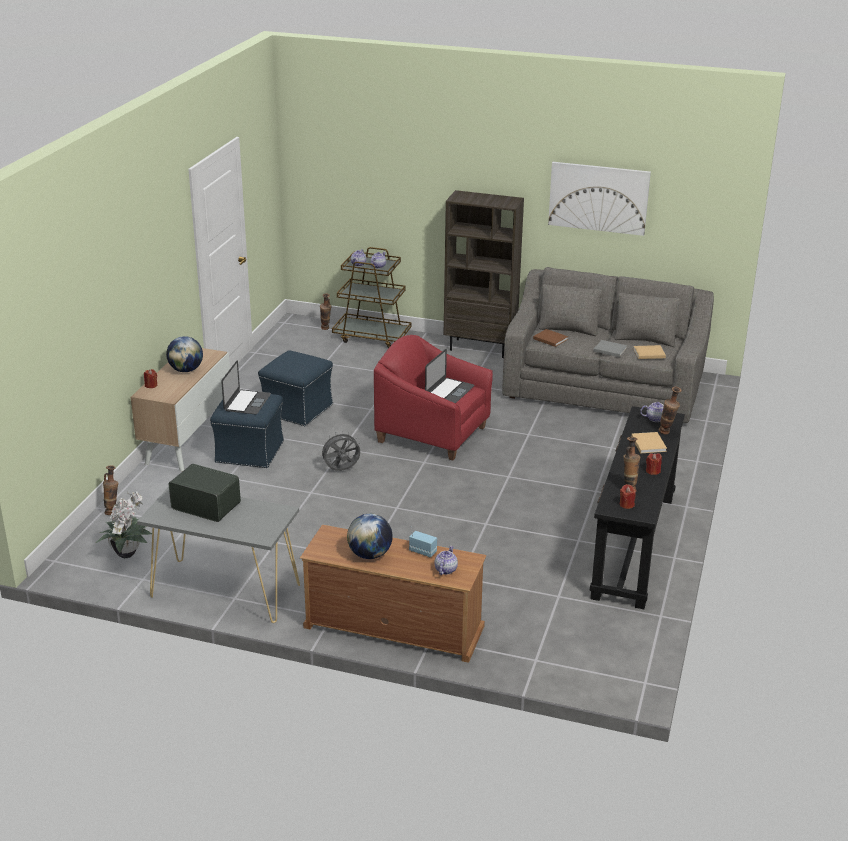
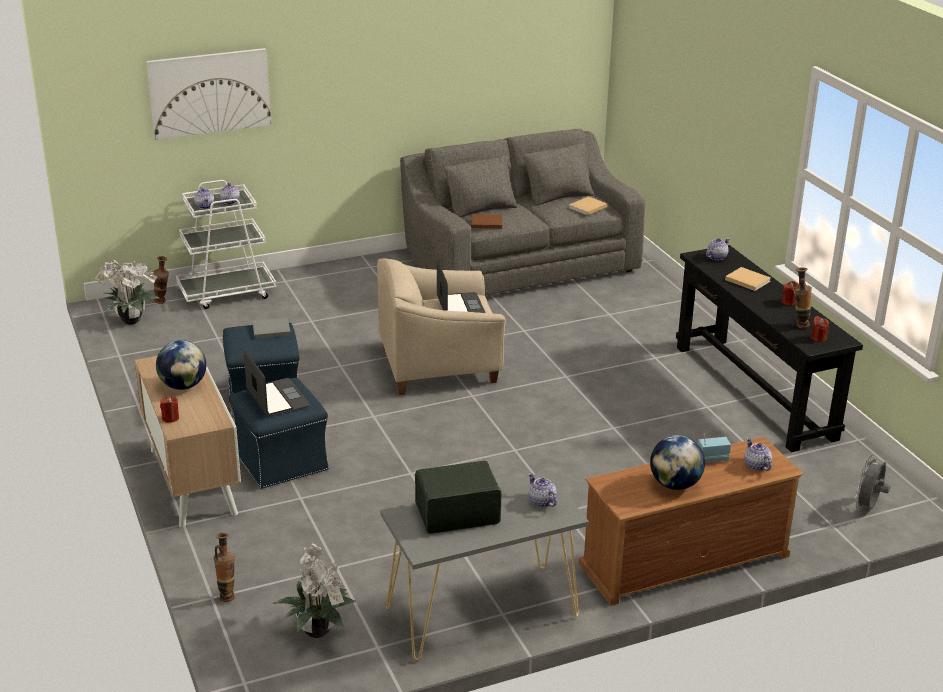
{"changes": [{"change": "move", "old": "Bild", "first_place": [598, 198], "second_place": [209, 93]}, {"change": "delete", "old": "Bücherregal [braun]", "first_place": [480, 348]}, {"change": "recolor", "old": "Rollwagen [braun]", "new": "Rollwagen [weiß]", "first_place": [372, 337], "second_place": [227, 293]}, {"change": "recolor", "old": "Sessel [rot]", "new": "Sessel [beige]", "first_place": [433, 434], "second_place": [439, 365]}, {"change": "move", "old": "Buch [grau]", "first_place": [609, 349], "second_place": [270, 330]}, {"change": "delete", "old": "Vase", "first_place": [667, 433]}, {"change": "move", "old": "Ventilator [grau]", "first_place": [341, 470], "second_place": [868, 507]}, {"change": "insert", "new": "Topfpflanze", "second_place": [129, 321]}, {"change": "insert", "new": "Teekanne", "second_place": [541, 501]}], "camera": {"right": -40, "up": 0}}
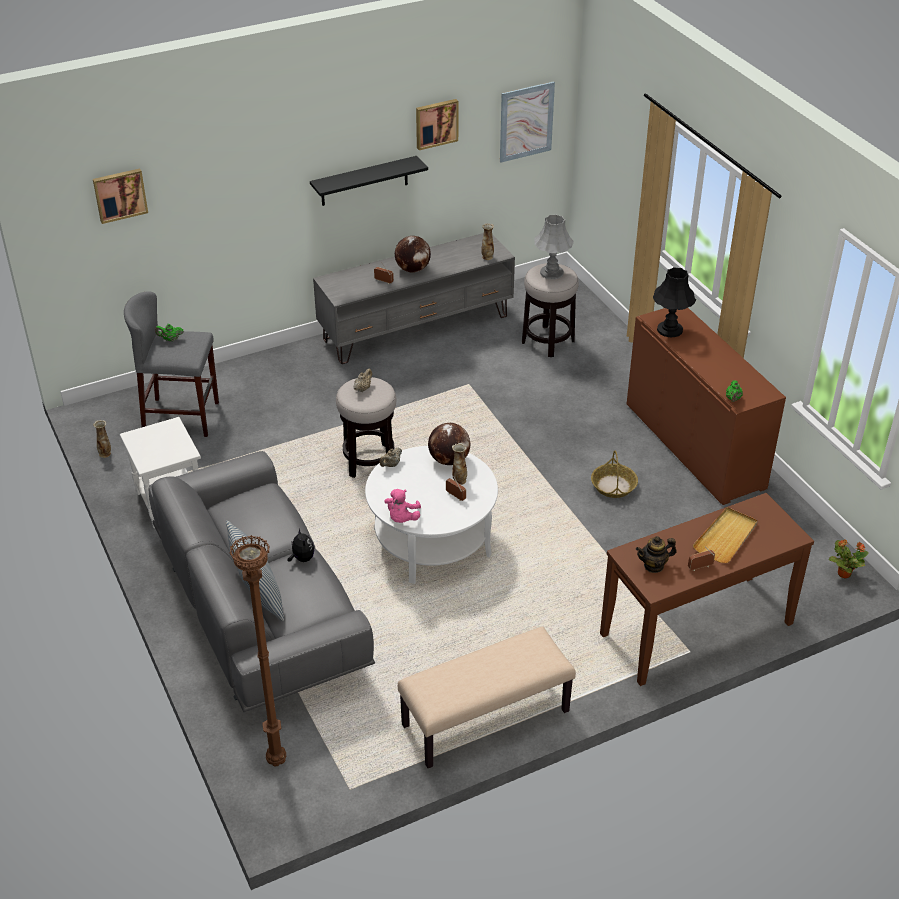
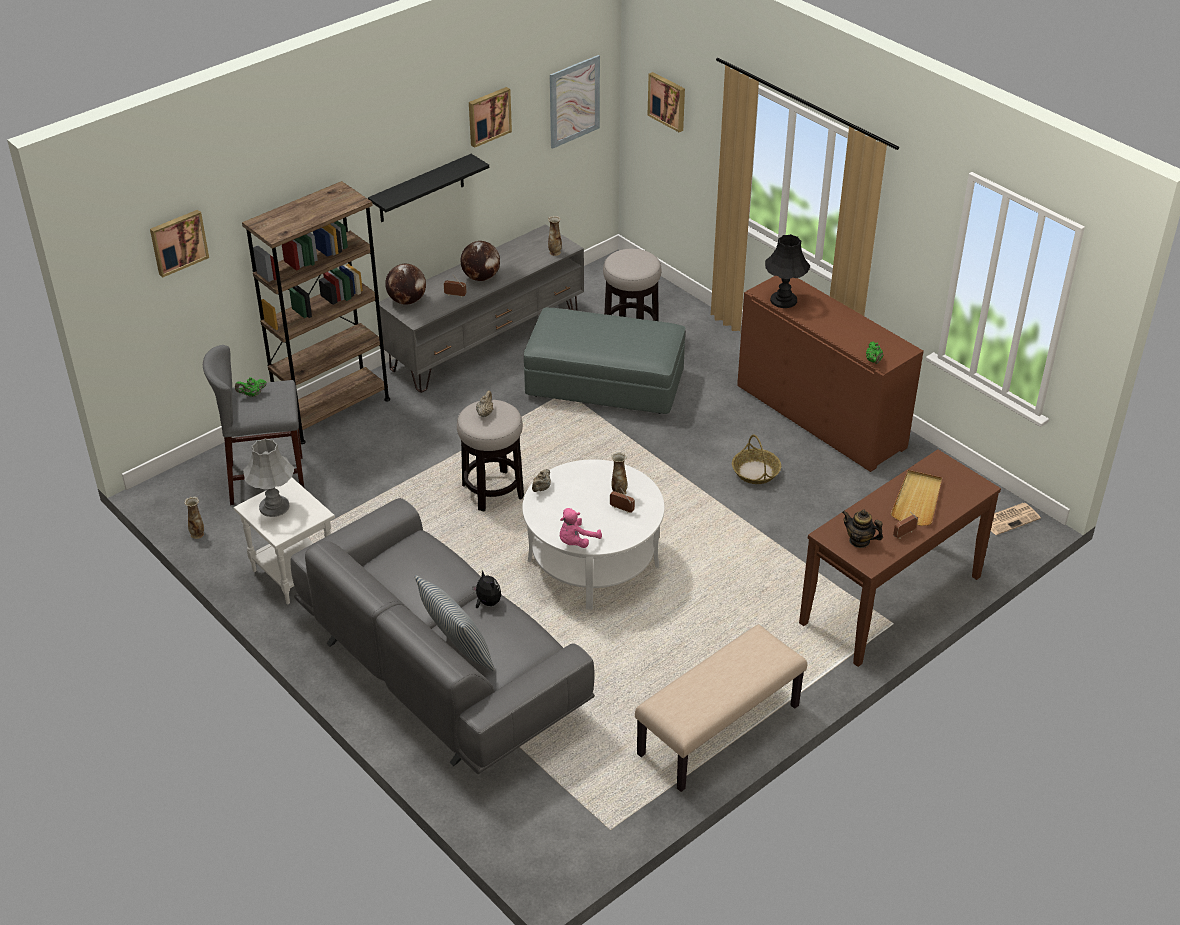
{"changes": [{"change": "move", "old": "Tischlampe [grau]", "first_place": [552, 273], "second_place": [274, 507]}, {"change": "move", "old": "Globus", "first_place": [449, 460], "second_place": [407, 300]}, {"change": "rotate", "old": "Plüschtier [rosa]", "first_place": [402, 518], "second_place": [576, 542], "degrees": 45}, {"change": "delete", "old": "Stehlampe [braun]", "first_place": [276, 760]}, {"change": "rotate", "old": "Teekanne", "first_place": [654, 566], "second_place": [859, 541], "degrees": 60}, {"change": "replace", "old": "Topfpflanze", "new": "Zeitung", "first_place": [843, 573], "second_place": [1010, 518]}, {"change": "insert", "new": "Bild", "second_place": [668, 101]}, {"change": "insert", "new": "Bücherregal [braun]", "second_place": [333, 410]}, {"change": "insert", "new": "Polsterhocker [grau]", "second_place": [605, 384]}], "camera": {"right": -15, "up": 0}}
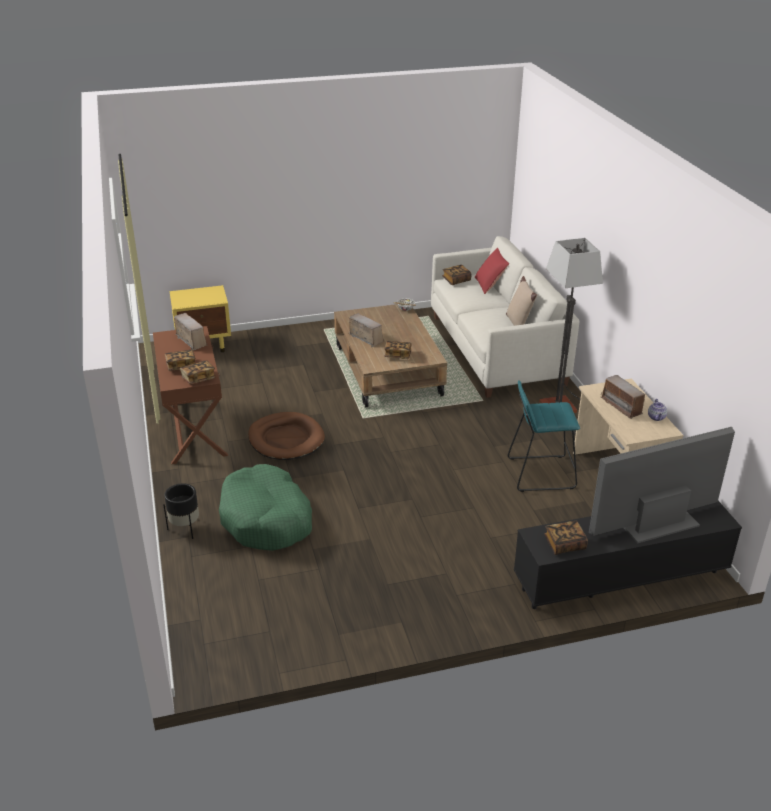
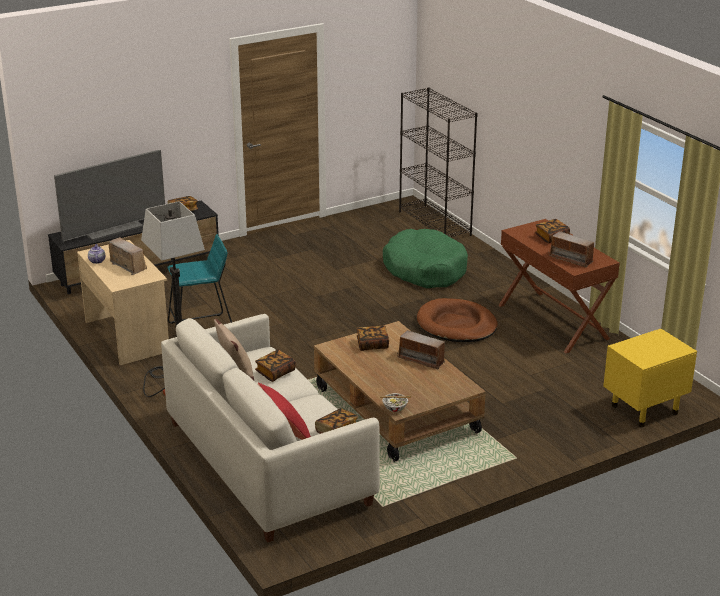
{"changes": [{"change": "move", "old": "Buch", "first_place": [198, 378], "second_place": [275, 372]}, {"change": "delete", "old": "Pflanzkübel [schwarz]", "first_place": [185, 528]}, {"change": "insert", "new": "Bücherregal [schwarz]", "second_place": [435, 223]}], "camera": {"right": 165, "up": -5}}
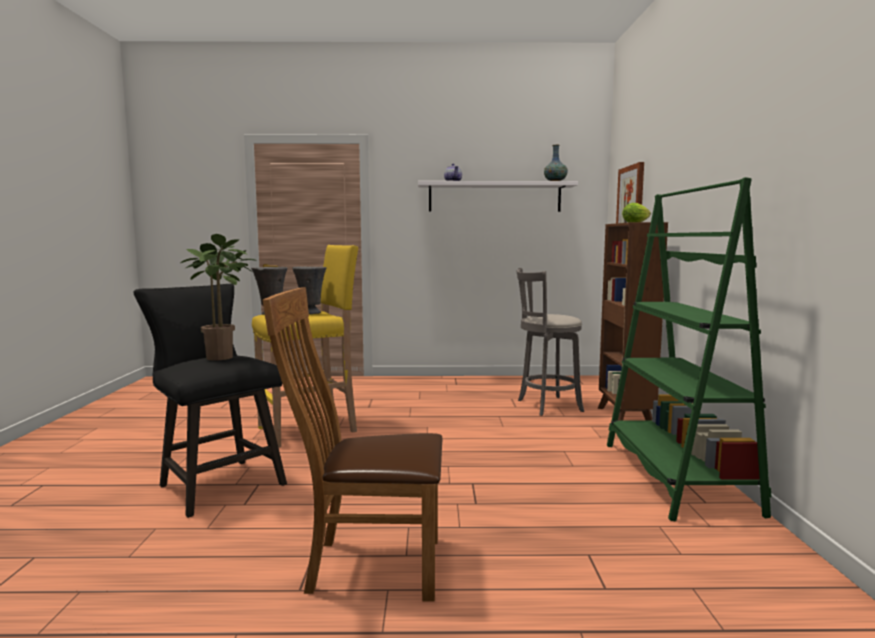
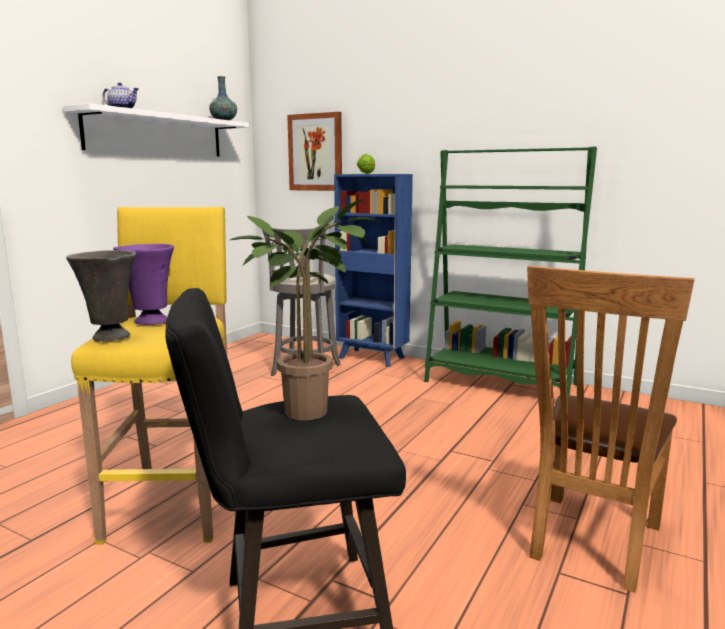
{"changes": [{"change": "recolor", "old": "Bücherregal [braun]", "new": "Bücherregal [blau]", "first_place": [624, 417], "second_place": [372, 358]}, {"change": "recolor", "old": "Vase [grau]", "new": "Vase [lila]", "first_place": [310, 313], "second_place": [150, 322]}], "camera": {"right": -60, "up": 5}}
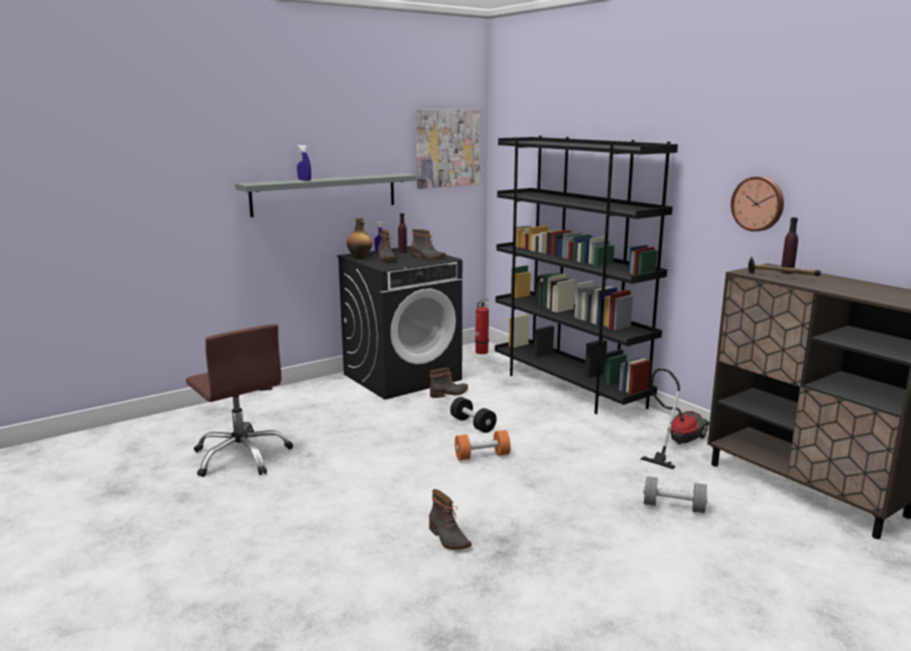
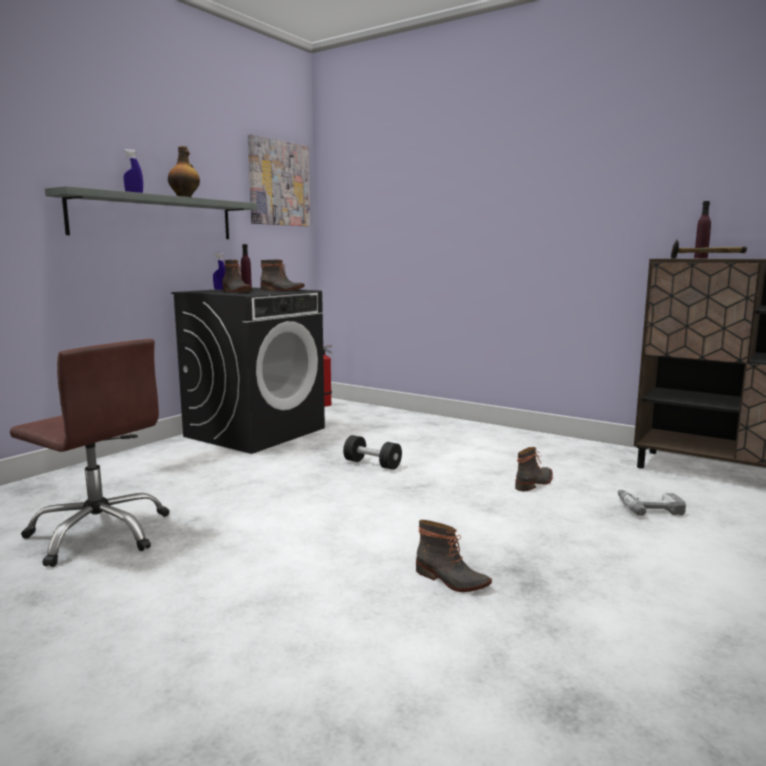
{"changes": [{"change": "delete", "old": "Bücherregal [schwarz]", "first_place": [569, 388]}, {"change": "delete", "old": "Wanduhr", "first_place": [758, 203]}, {"change": "move", "old": "Flasche", "first_place": [360, 257], "second_place": [185, 197]}, {"change": "move", "old": "Stiefel", "first_place": [449, 393], "second_place": [534, 483]}, {"change": "delete", "old": "Staubsauger", "first_place": [676, 442]}, {"change": "delete", "old": "Hantel [orange]", "first_place": [482, 456]}, {"change": "replace", "old": "Hantel [grau]", "new": "Bohrmaschine", "first_place": [673, 507], "second_place": [648, 507]}], "camera": {"right": -20, "up": -5}}
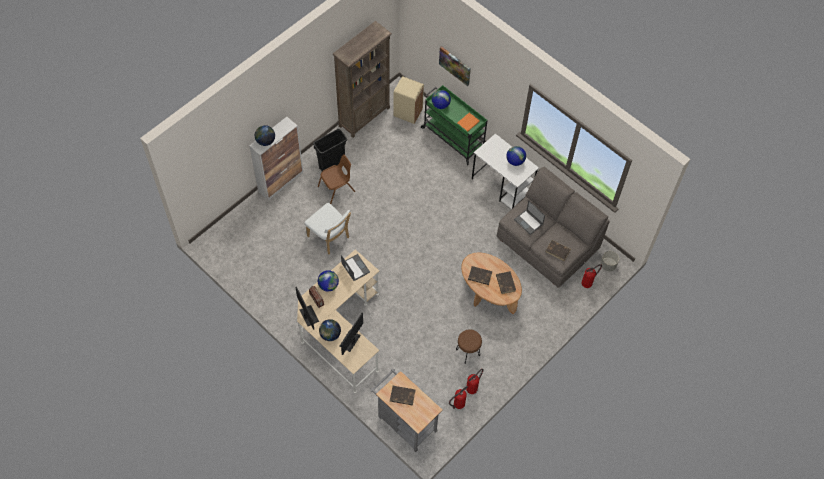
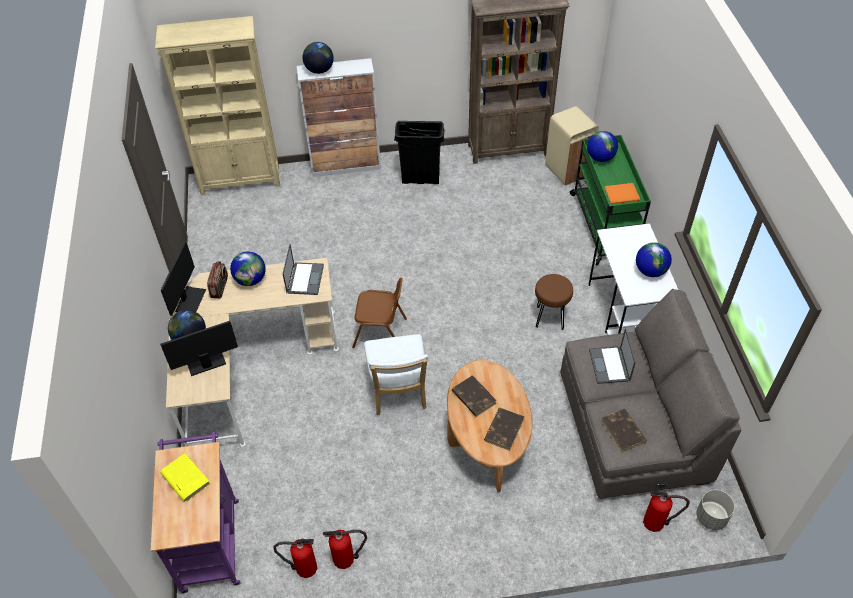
{"changes": [{"change": "delete", "old": "Bild", "first_place": [455, 65]}, {"change": "move", "old": "Stuhl [braun]", "first_place": [337, 189], "second_place": [380, 333]}, {"change": "move", "old": "Stuhl [weiß]", "first_place": [329, 238], "second_place": [398, 393]}, {"change": "move", "old": "Hocker [braun]", "first_place": [467, 352], "second_place": [549, 317]}, {"change": "recolor", "old": "Rollwagen [grau]", "new": "Rollwagen [lila]", "first_place": [404, 422], "second_place": [210, 539]}, {"change": "recolor", "old": "Buch [braun]", "new": "Buch [gelb]", "first_place": [402, 396], "second_place": [185, 478]}, {"change": "insert", "new": "Bücherregal [beige]", "second_place": [241, 180]}], "camera": {"right": 40, "up": -10}}
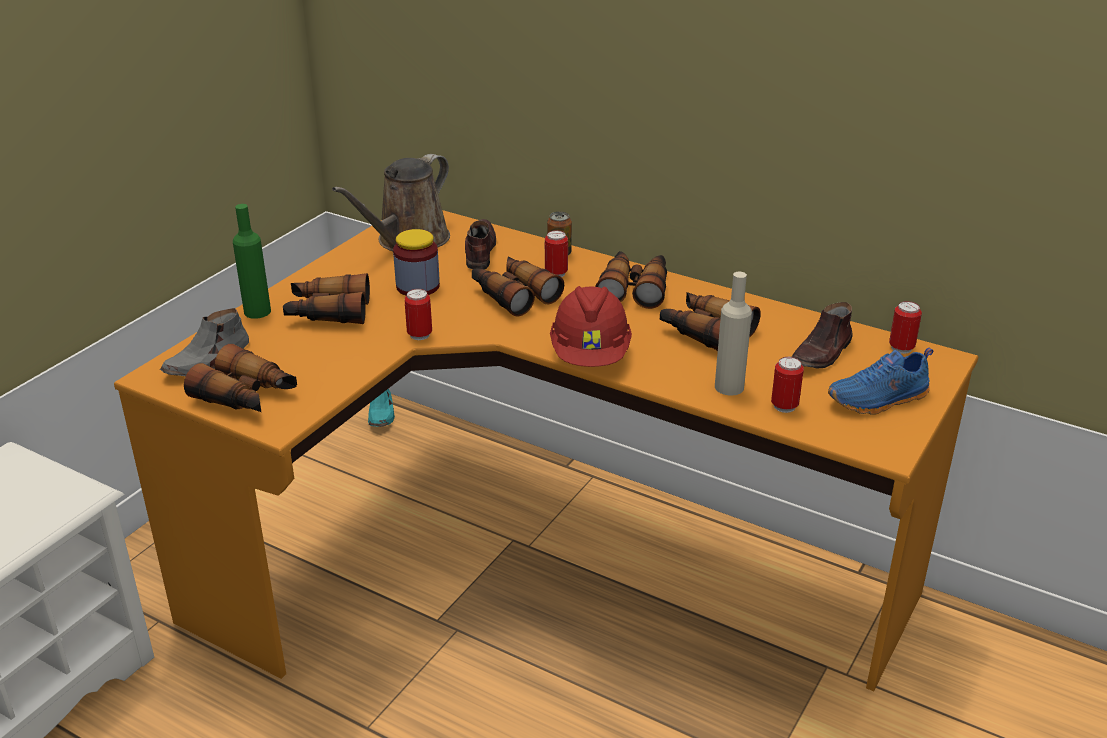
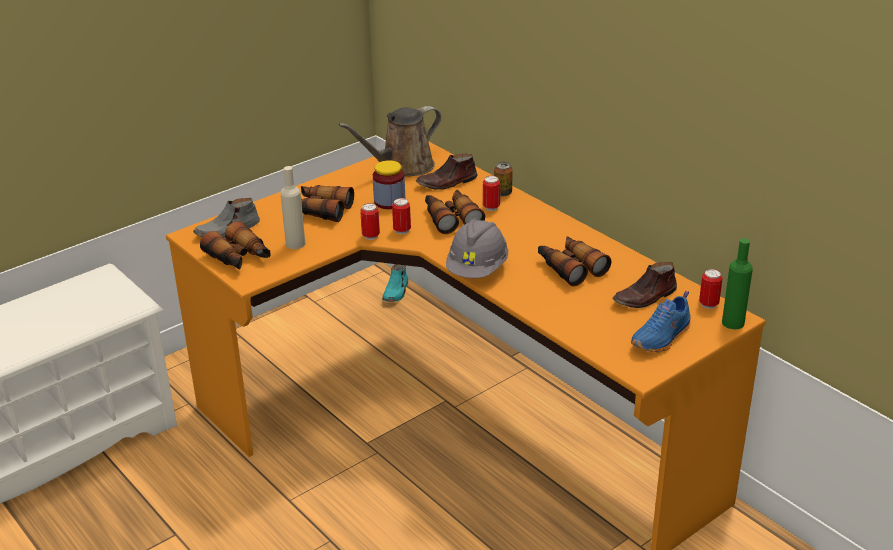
{"changes": [{"change": "move", "old": "Flasche [grün]", "first_place": [257, 311], "second_place": [733, 323]}, {"change": "rotate", "old": "Schuh [braun]", "first_place": [479, 251], "second_place": [447, 183], "degrees": -135}, {"change": "delete", "old": "Fernglas", "first_place": [634, 288]}, {"change": "move", "old": "Flasche [beige]", "first_place": [729, 387], "second_place": [295, 244]}, {"change": "recolor", "old": "Schutzhelm [rot]", "new": "Schutzhelm [grau]", "first_place": [590, 355], "second_place": [477, 269]}, {"change": "rotate", "old": "Schuh [blau]", "first_place": [879, 400], "second_place": [662, 338], "degrees": -45}, {"change": "move", "old": "Dose", "first_place": [784, 406], "second_place": [402, 230]}], "camera": {"right": 20, "up": 0}}
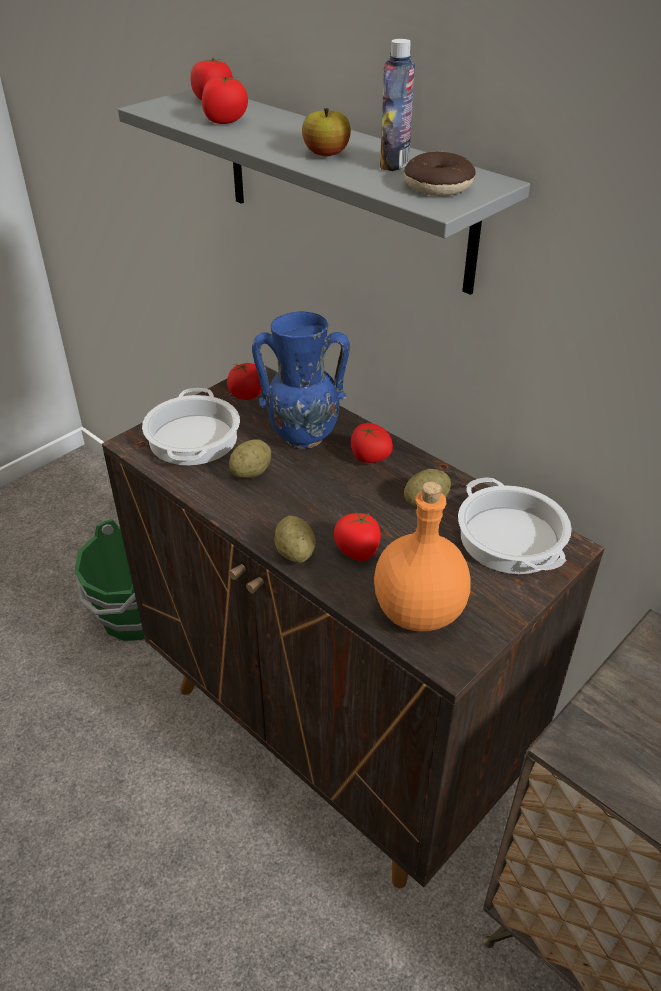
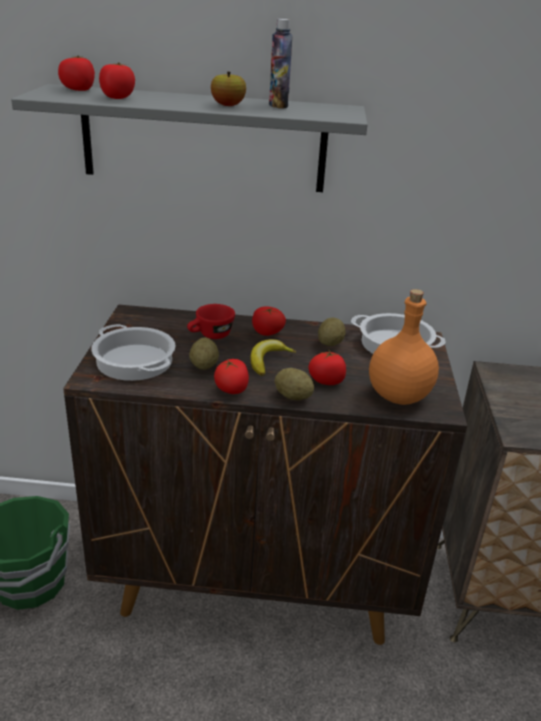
{"changes": [{"change": "delete", "old": "Donut", "first_place": [438, 186]}, {"change": "replace", "old": "Vase [blau]", "new": "Tasse [rot]", "first_place": [302, 437], "second_place": [210, 336]}, {"change": "move", "old": "Tomate", "first_place": [247, 395], "second_place": [231, 390]}, {"change": "insert", "new": "Banane", "second_place": [268, 361]}], "camera": {"right": -40, "up": -10}}
